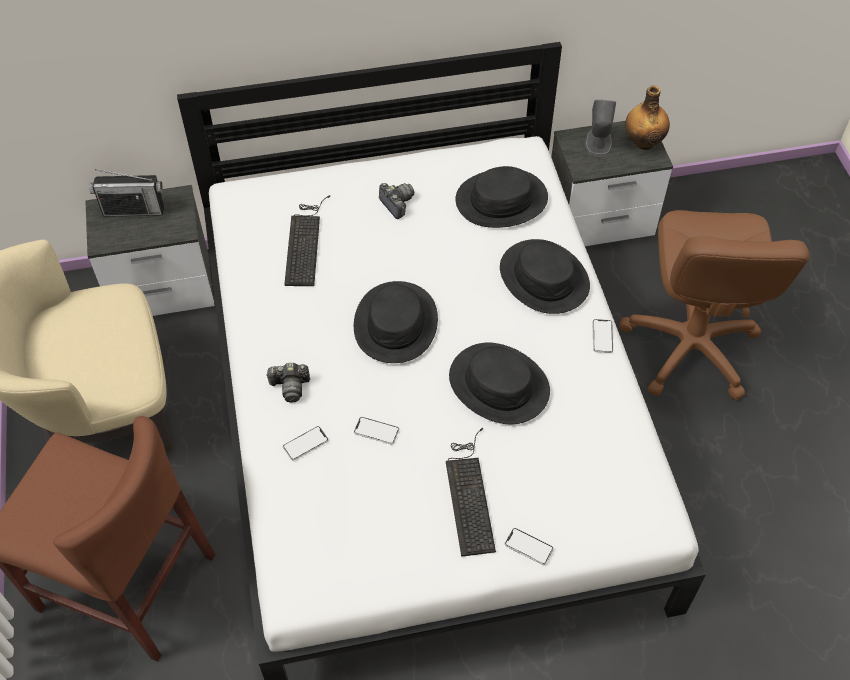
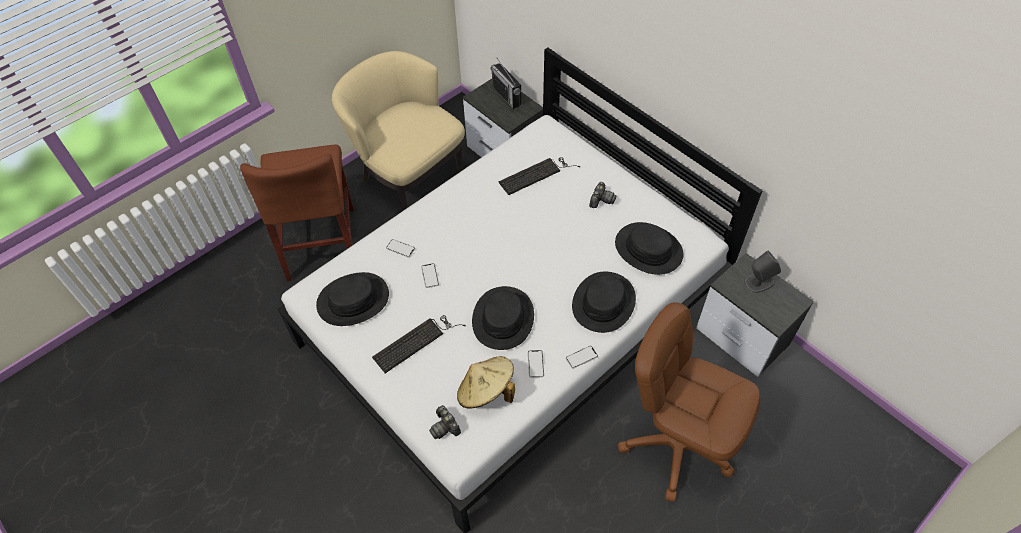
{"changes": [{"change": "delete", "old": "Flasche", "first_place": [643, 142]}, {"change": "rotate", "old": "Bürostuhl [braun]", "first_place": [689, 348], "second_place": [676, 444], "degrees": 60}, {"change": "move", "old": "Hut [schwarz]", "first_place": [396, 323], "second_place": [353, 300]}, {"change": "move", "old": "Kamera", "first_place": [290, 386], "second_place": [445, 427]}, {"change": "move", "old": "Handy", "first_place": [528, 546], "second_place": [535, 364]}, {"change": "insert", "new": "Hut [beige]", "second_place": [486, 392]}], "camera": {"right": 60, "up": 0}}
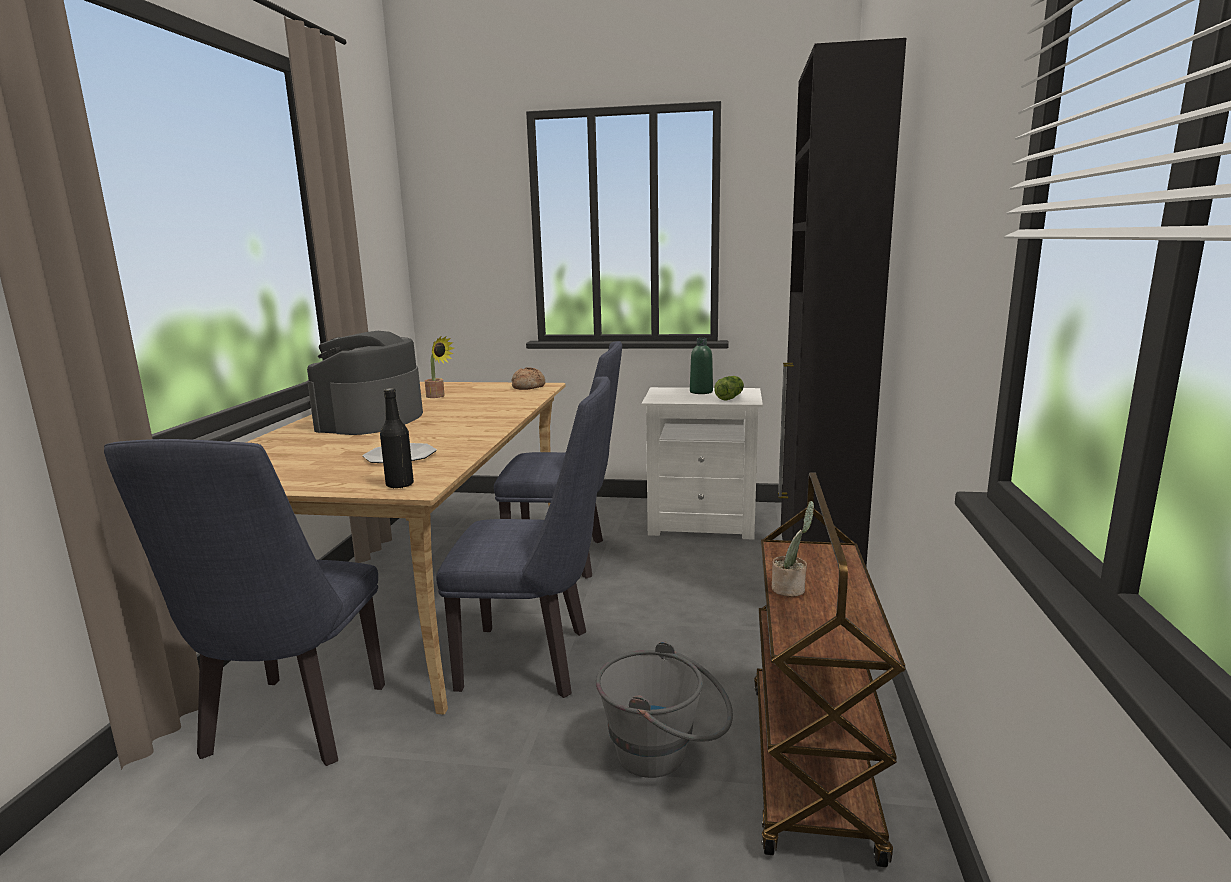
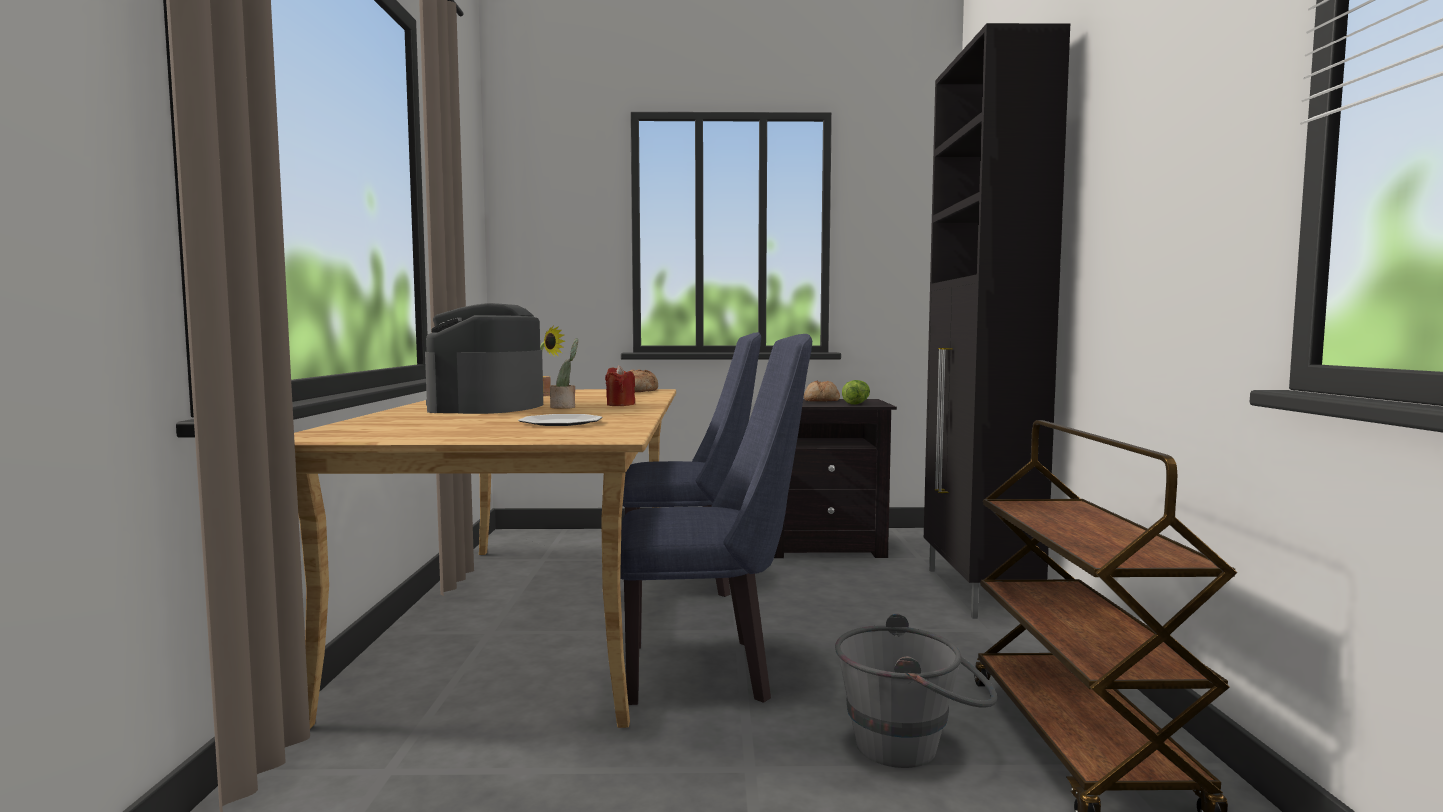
{"changes": [{"change": "replace", "old": "Flasche [grün]", "new": "Brot", "first_place": [701, 392], "second_place": [821, 400]}, {"change": "recolor", "old": "Nachttisch [weiß]", "new": "Nachttisch [schwarz]", "first_place": [702, 523], "second_place": [824, 547]}, {"change": "delete", "old": "Flasche [schwarz]", "first_place": [400, 485]}, {"change": "delete", "old": "Stuhl [blau]", "first_place": [290, 729]}, {"change": "move", "old": "Topfpflanze", "first_place": [790, 589], "second_place": [564, 407]}, {"change": "insert", "new": "Kerze [rot]", "second_place": [620, 405]}], "camera": {"right": -10, "up": -10}}
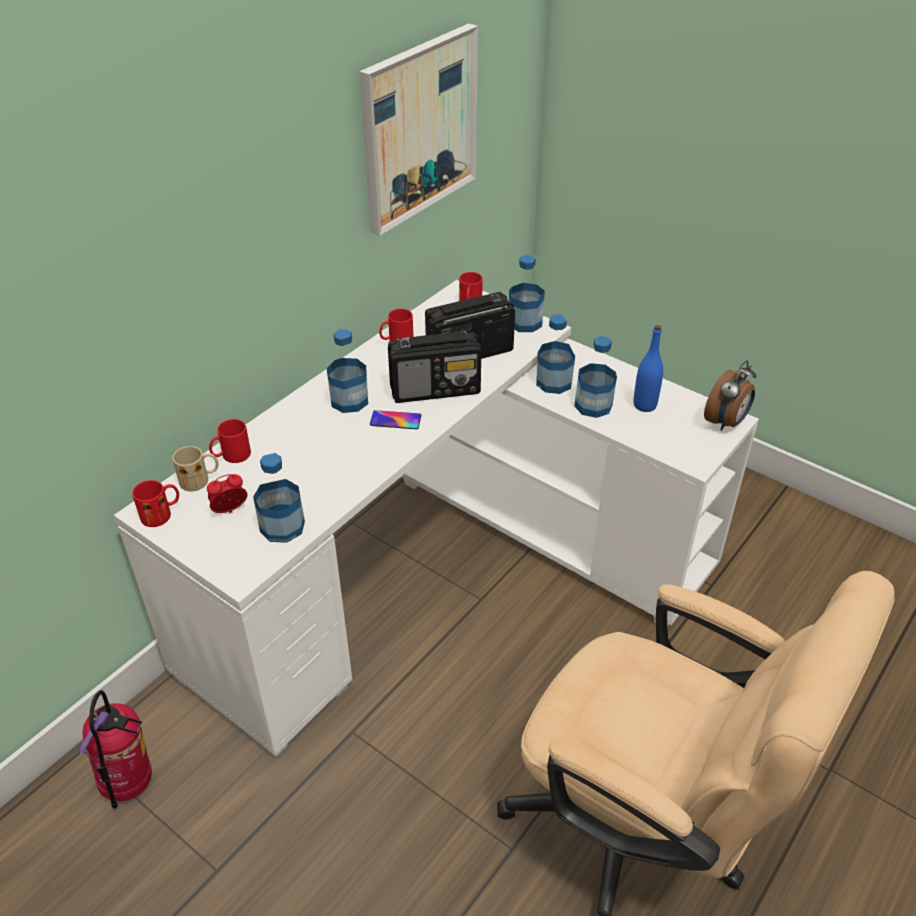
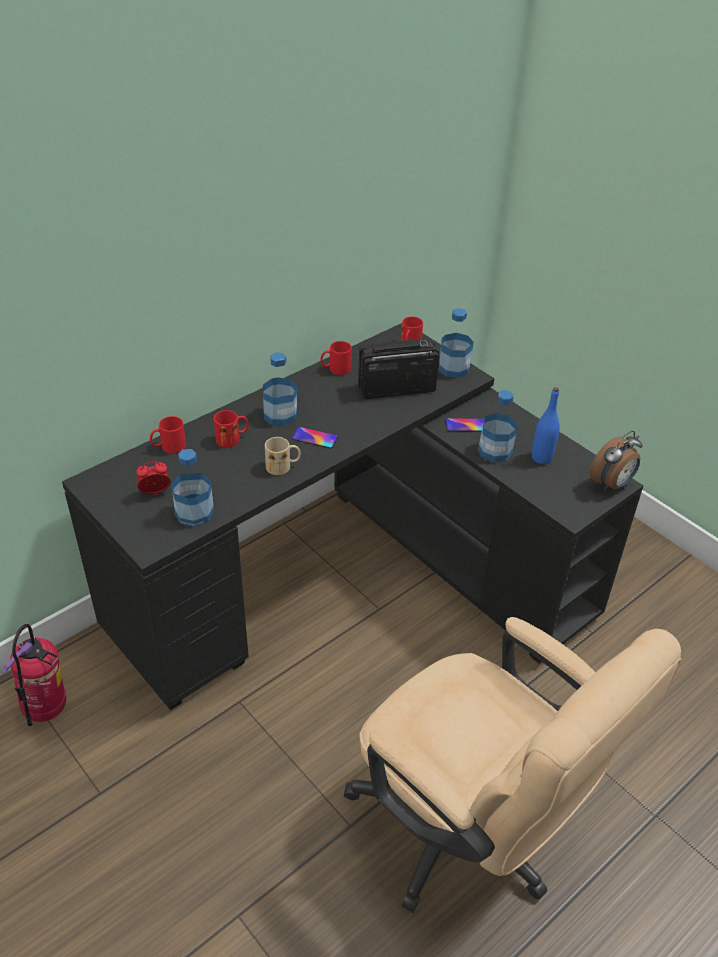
{"changes": [{"change": "delete", "old": "Bild", "first_place": [419, 128]}, {"change": "recolor", "old": "Schreibtisch [weiß]", "new": "Schreibtisch [schwarz]", "first_place": [443, 568], "second_place": [353, 576]}, {"change": "replace", "old": "Flasche", "new": "Handy", "first_place": [554, 382], "second_place": [466, 425]}, {"change": "delete", "old": "Radio", "first_place": [436, 389]}, {"change": "move", "old": "Henkelbecher [beige]", "first_place": [200, 480], "second_place": [283, 466]}, {"change": "move", "old": "Henkelbecher [rot]", "first_place": [161, 513], "second_place": [232, 438]}], "camera": {"right": 10, "up": 0}}
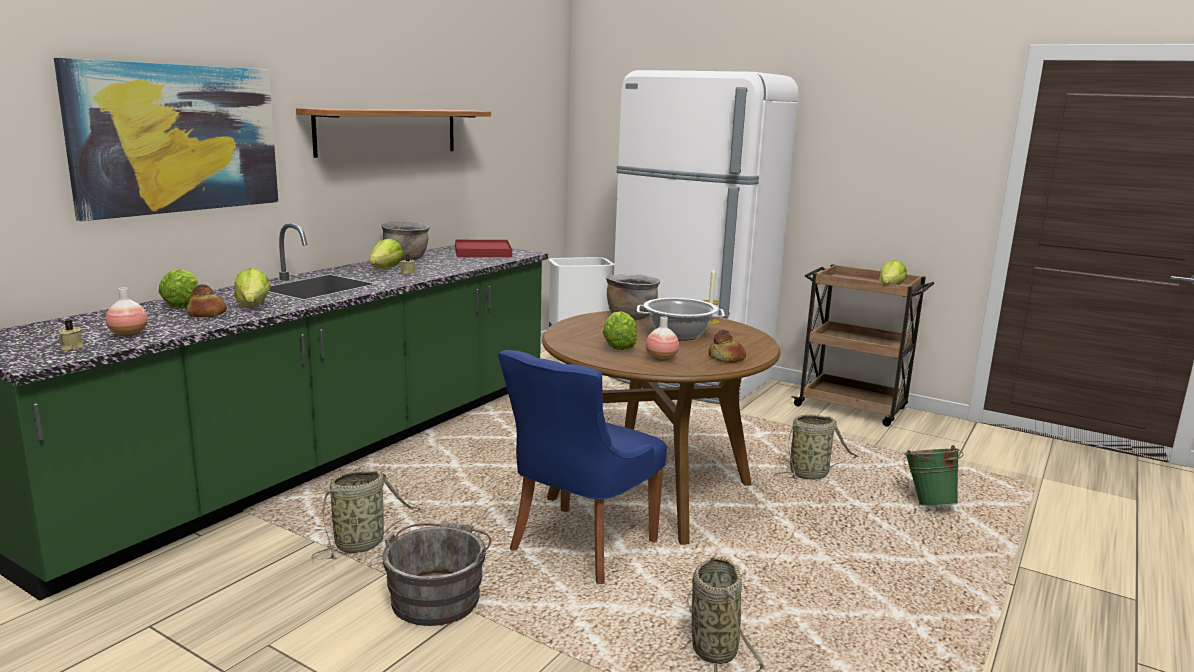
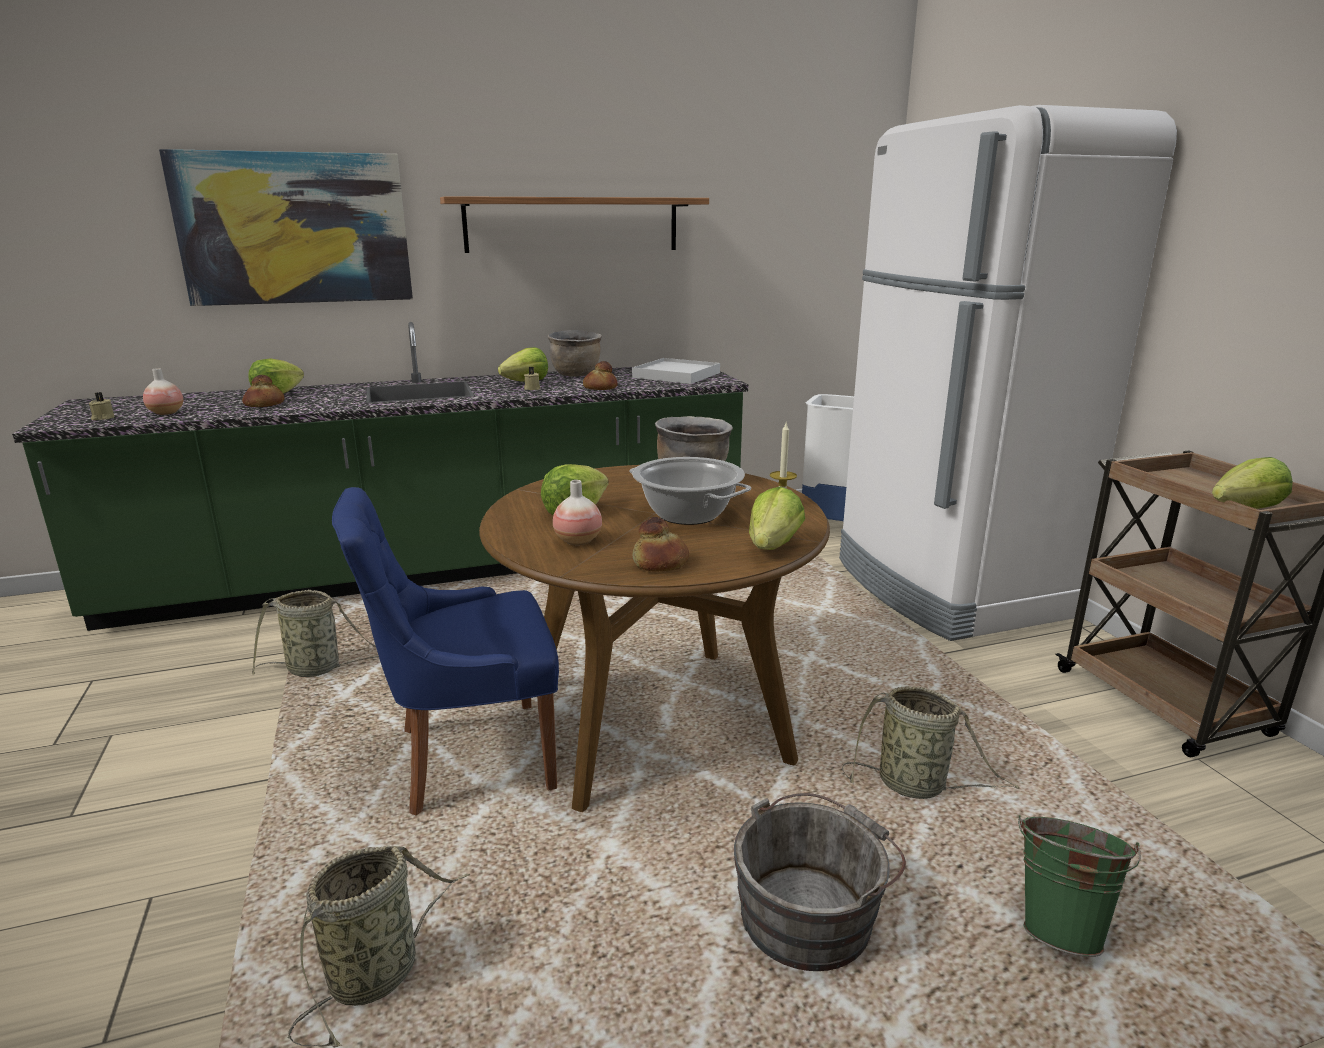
{"changes": [{"change": "recolor", "old": "Tablett [rot]", "new": "Tablett [weiß]", "first_place": [483, 252], "second_place": [677, 375]}, {"change": "move", "old": "Salatkopf", "first_place": [253, 306], "second_place": [773, 546]}, {"change": "move", "old": "Eimer [grau]", "first_place": [438, 596], "second_place": [811, 913]}, {"change": "insert", "new": "Brot", "second_place": [599, 388]}], "camera": {"right": 40, "up": 5}}
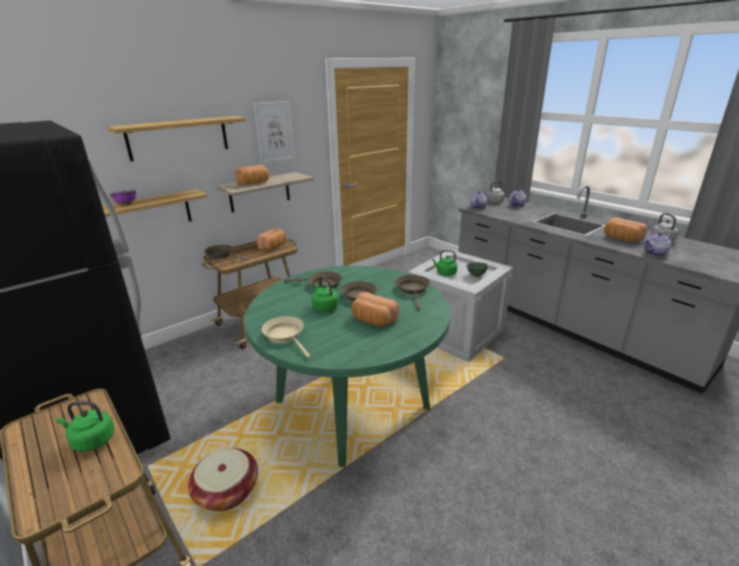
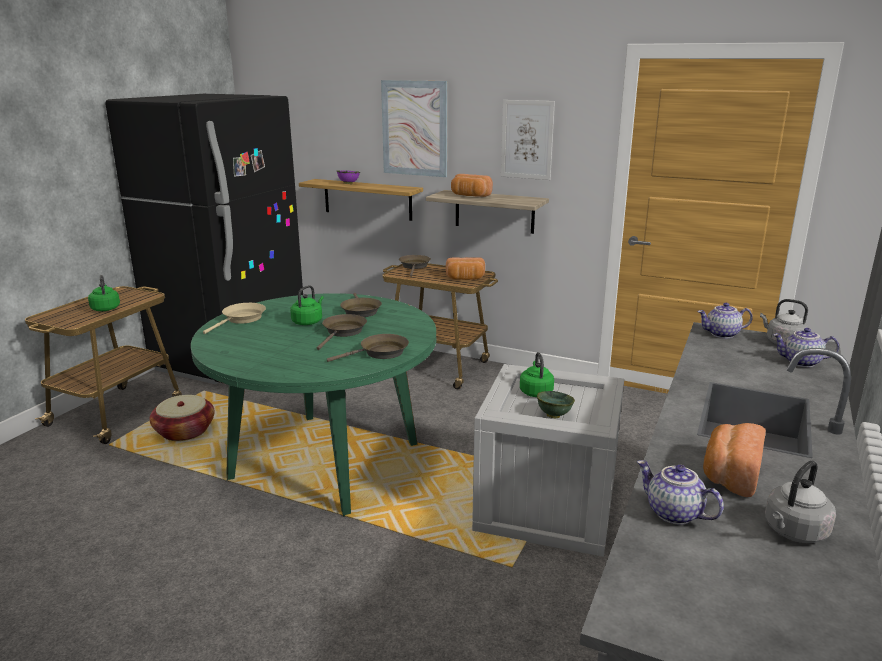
{"changes": [{"change": "replace", "old": "Wandregal", "new": "Bild", "first_place": [178, 137], "second_place": [414, 128]}, {"change": "delete", "old": "Brot", "first_place": [373, 320]}], "camera": {"right": 65, "up": -5}}
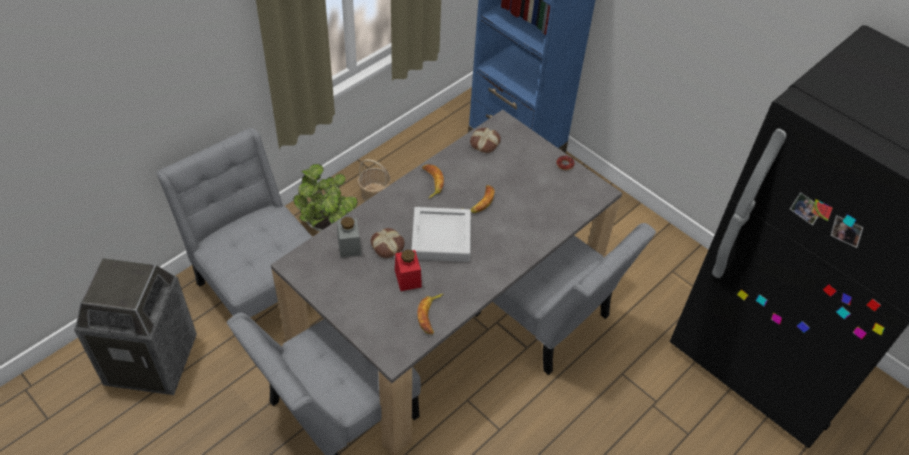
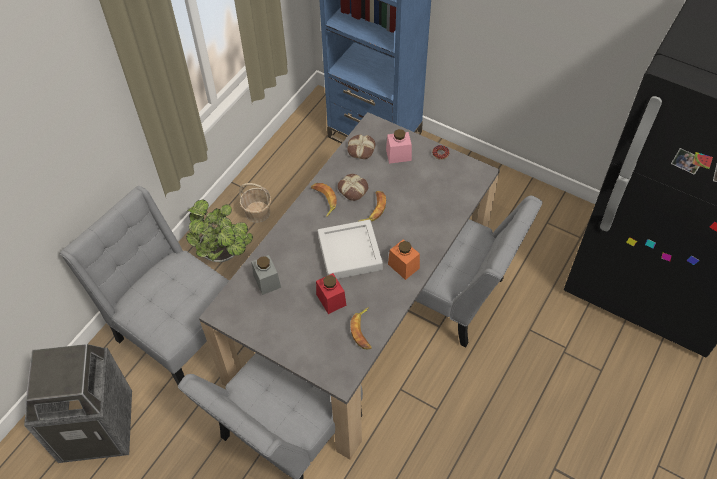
{"changes": [{"change": "move", "old": "Brot", "first_place": [388, 245], "second_place": [353, 189]}, {"change": "insert", "new": "Vorratsglas [rosa]", "second_place": [398, 155]}, {"change": "insert", "new": "Vorratsglas [orange]", "second_place": [403, 266]}], "camera": {"right": -10, "up": 5}}
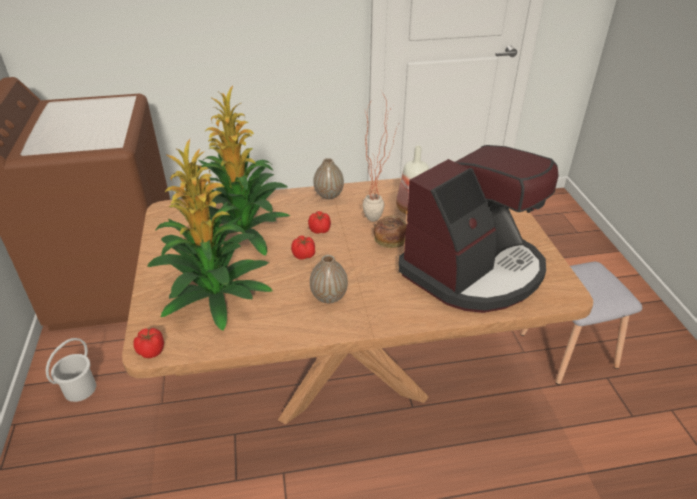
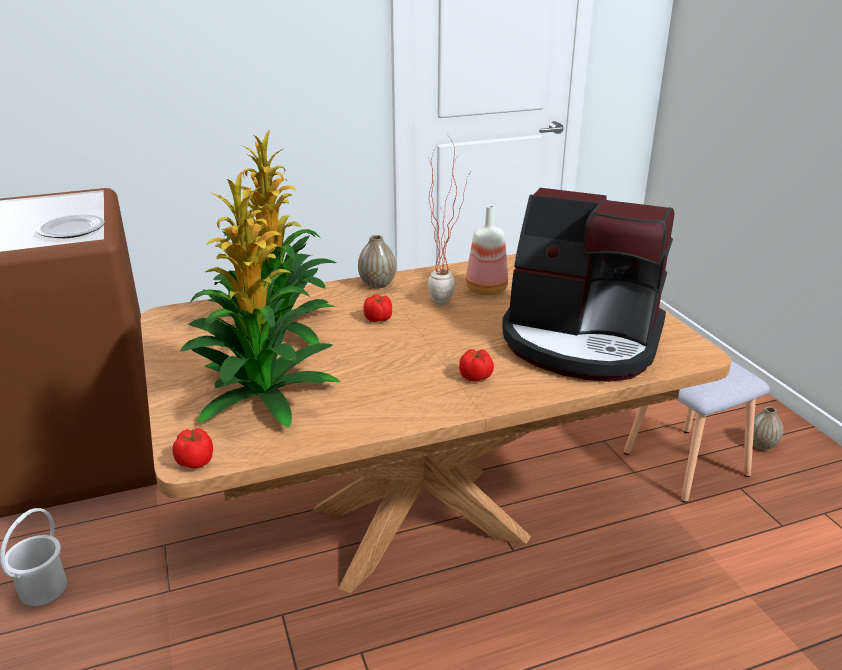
{"changes": [{"change": "rotate", "old": "Kaffeemaschine", "first_place": [473, 270], "second_place": [581, 341], "degrees": 75}, {"change": "delete", "old": "Brot", "first_place": [389, 240]}, {"change": "move", "old": "Tomate", "first_place": [304, 255], "second_place": [476, 377]}, {"change": "move", "old": "Vase", "first_place": [329, 297], "second_place": [761, 445]}, {"change": "insert", "new": "Teller", "second_place": [71, 230]}], "camera": {"right": -10, "up": -10}}
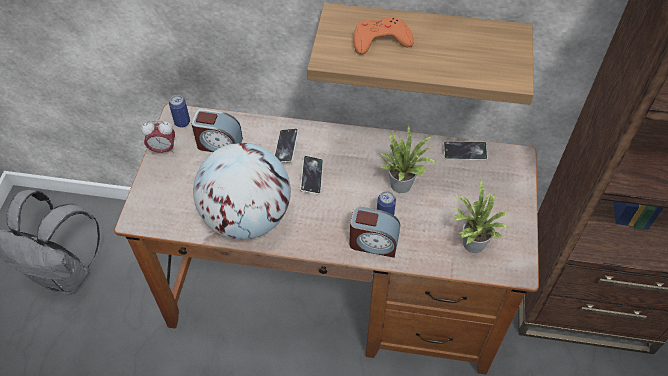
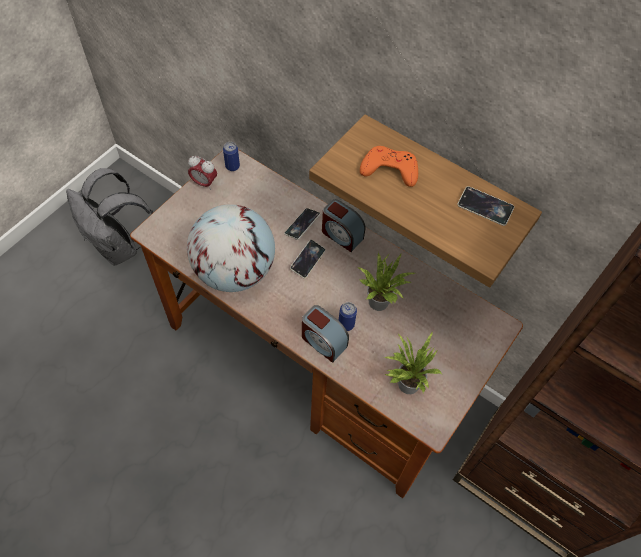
{"changes": [{"change": "move", "old": "Wecker", "first_place": [219, 144], "second_place": [341, 235]}, {"change": "move", "old": "Handy", "first_place": [464, 152], "second_place": [484, 208]}], "camera": {"right": 25, "up": 5}}
